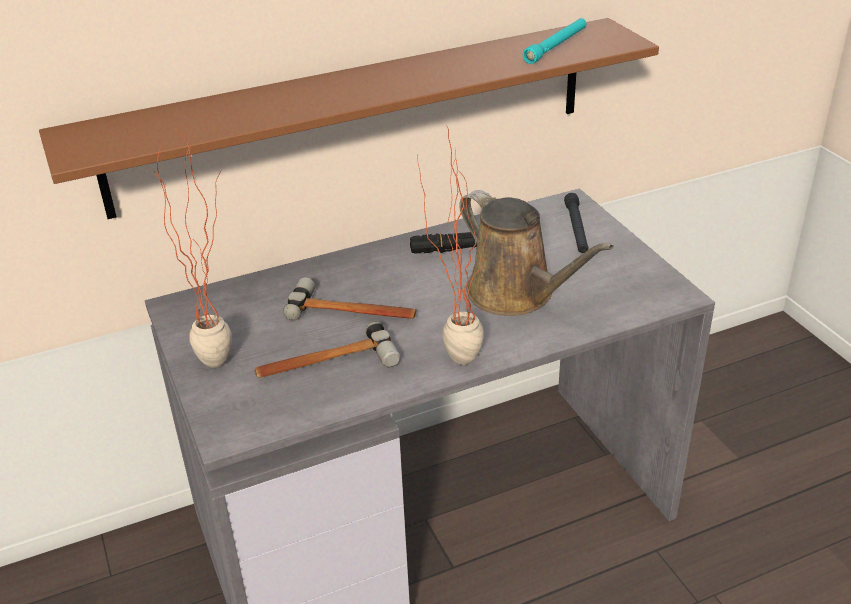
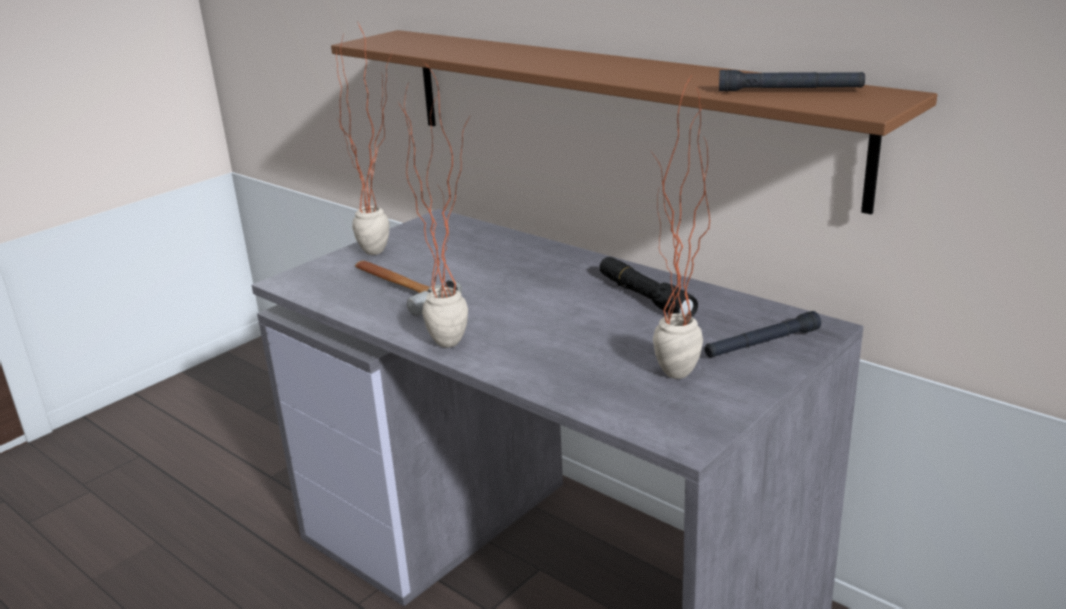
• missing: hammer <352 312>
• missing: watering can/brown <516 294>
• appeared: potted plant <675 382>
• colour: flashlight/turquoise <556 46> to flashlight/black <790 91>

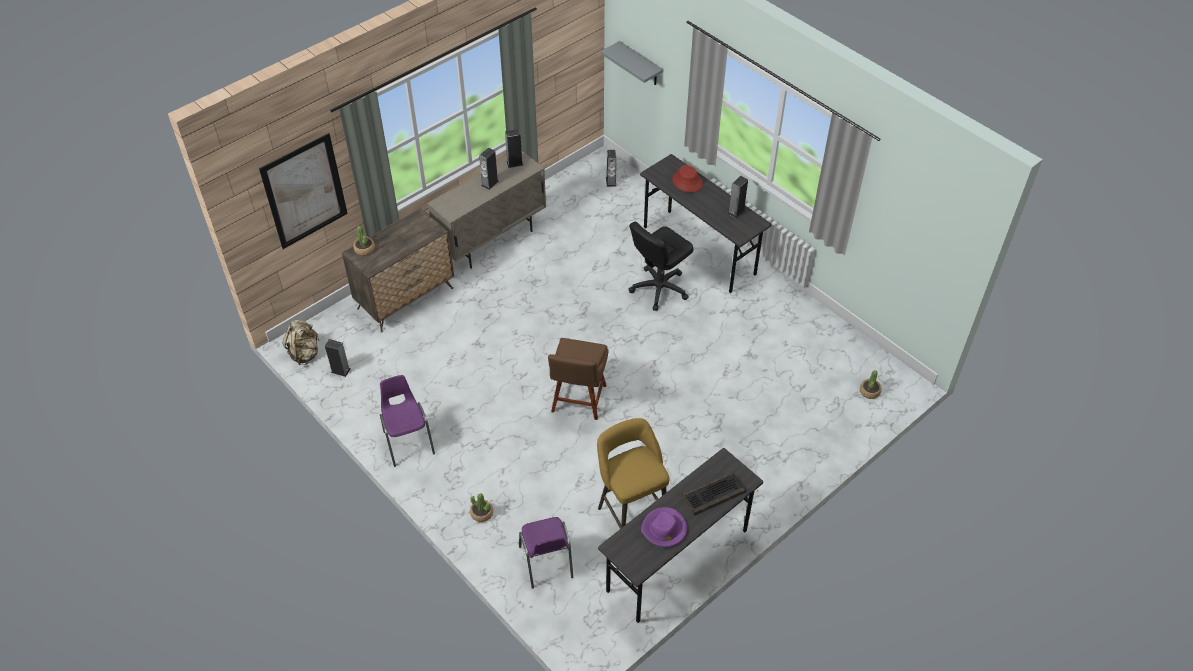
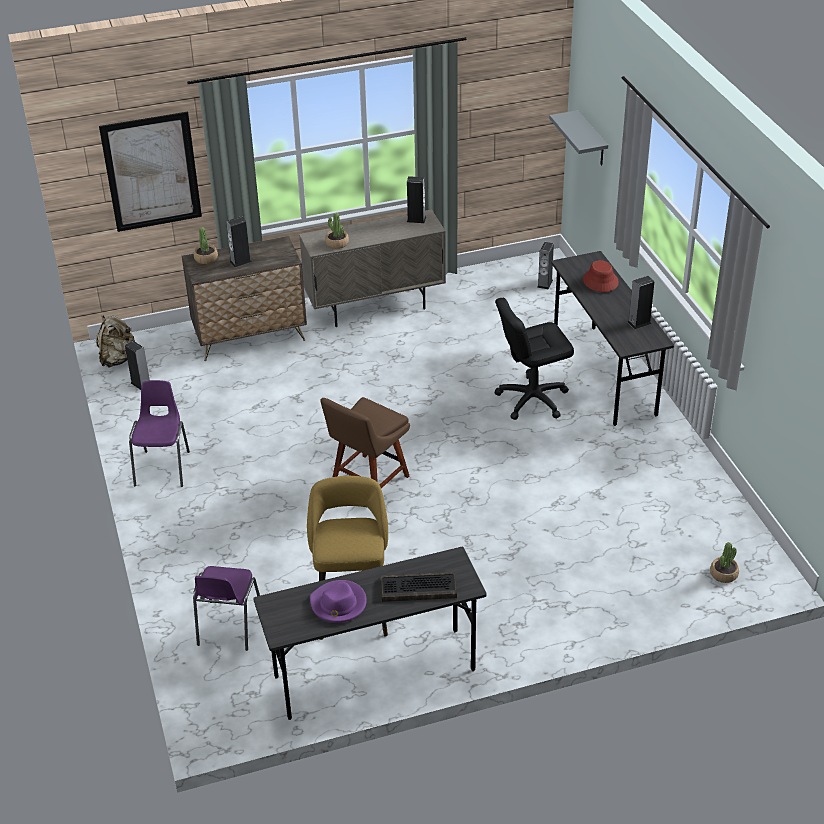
• relocated: potted plant <481 513> to <337 243>
• relocated: speaker <490 183> to <240 261>

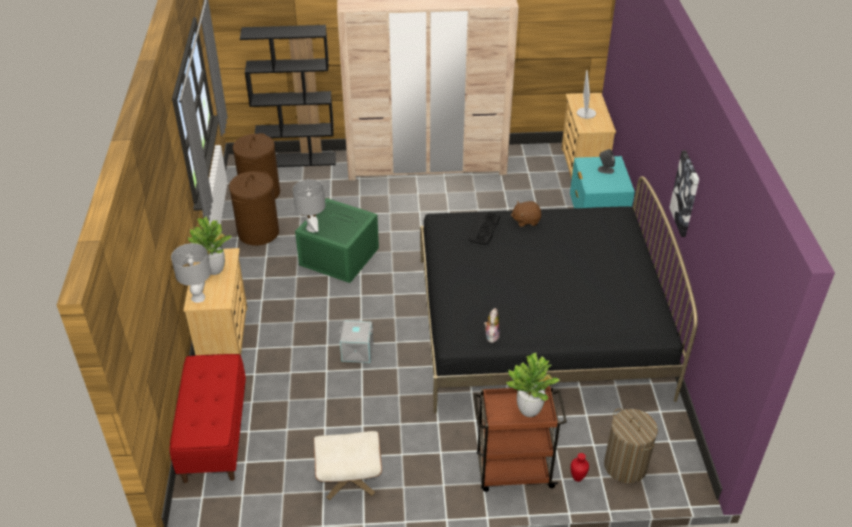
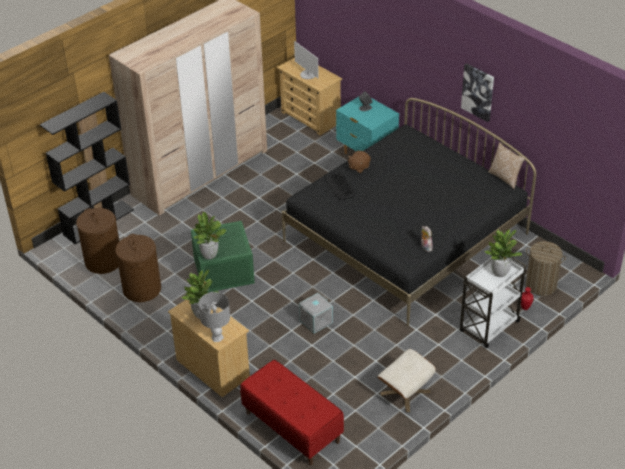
• appeared: pillow <505 178>
• exchanged: table lamp/grey <312 228> to potted plant <210 255>
• colour: cart/brown <513 471> to cart/white <488 327>

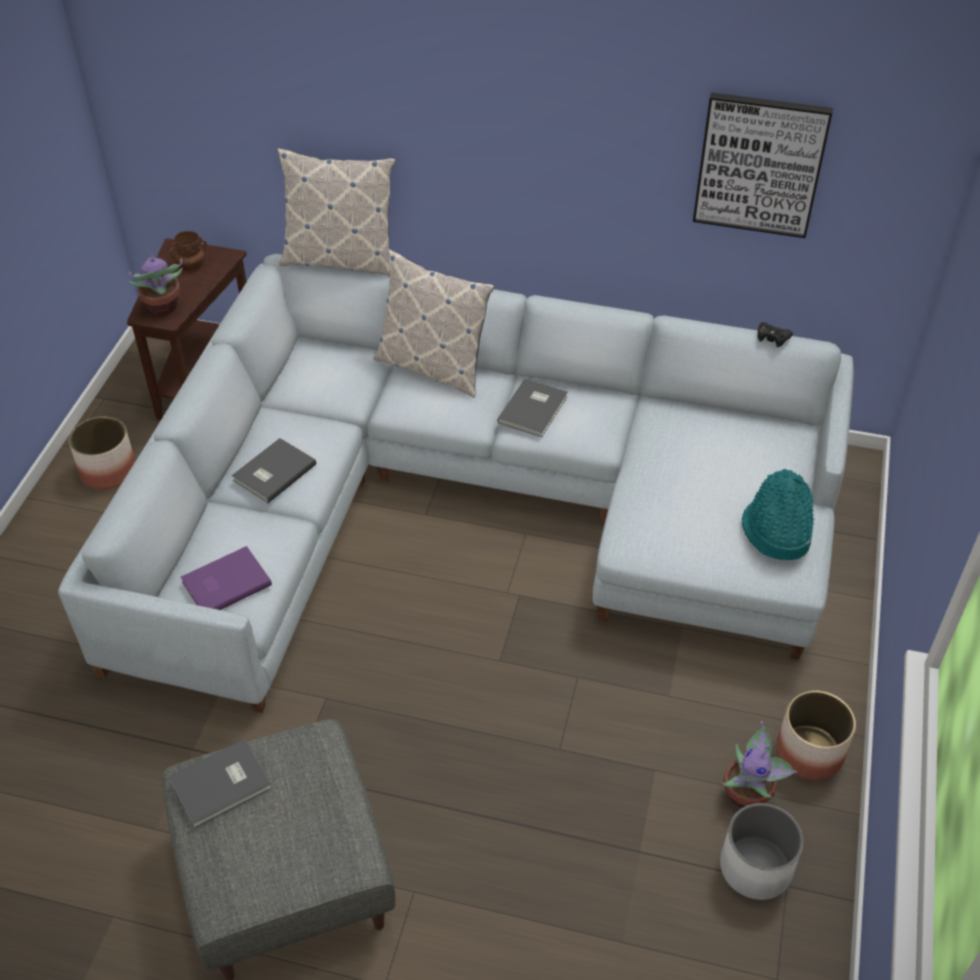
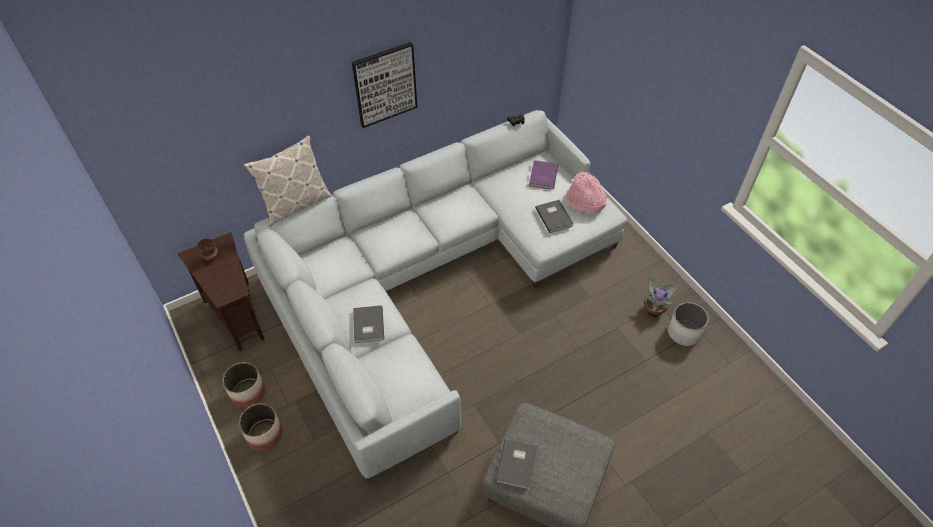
• missing: potted plant <163 307>
• missing: pillow <433 367>
• relocated: book/purple <224 582> to <542 176>
• relocated: book/grey <535 409> to <554 216>
• relocated: picture <760 164> to <385 84>
• relocated: planter <809 753> to <265 435>
• colour: hat/turquoise <776 531> to hat/pink <585 201>

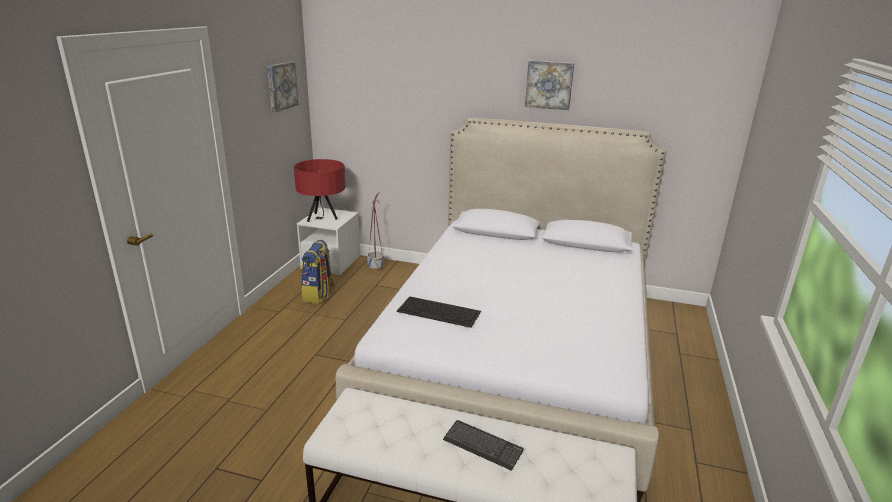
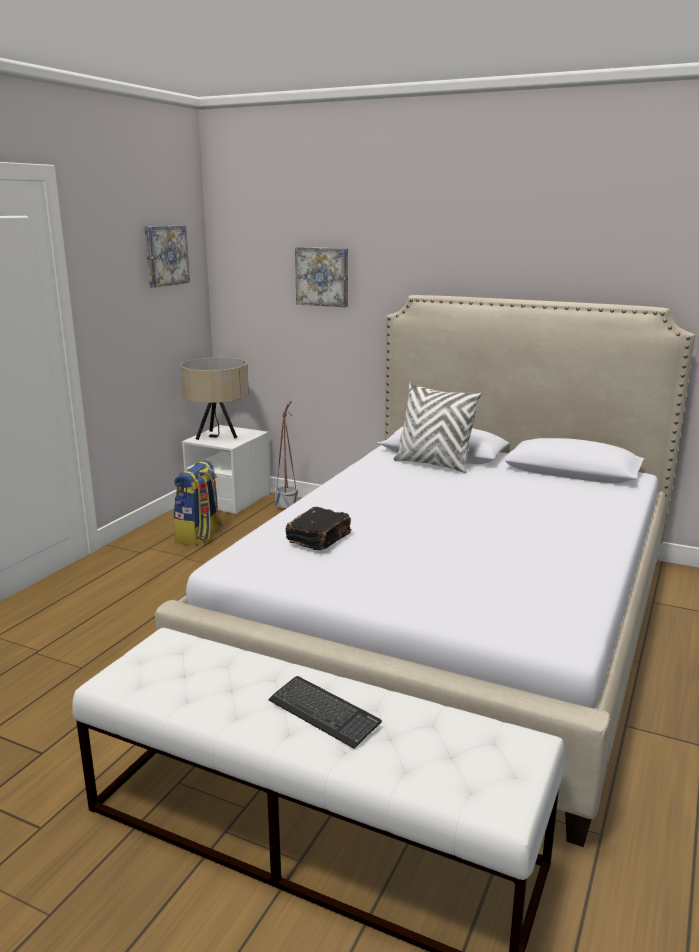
• appeared: pillow/white <433 464>
• relocated: picture <549 85> to <323 276>
• exchanged: keyboard <439 311> to book/black <319 539>
• colour: table lamp/red <322 219> to table lamp/beige <218 437>

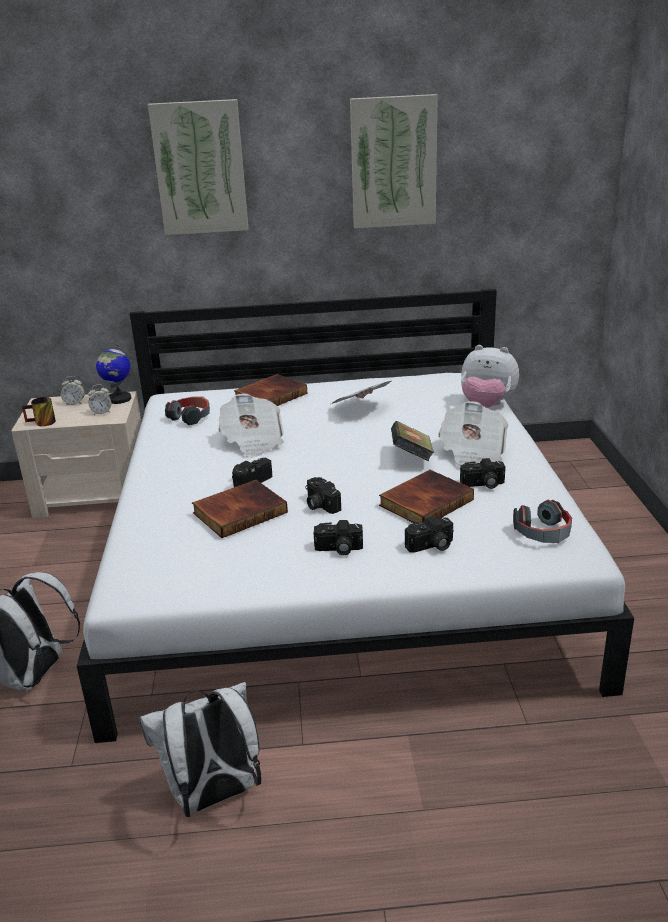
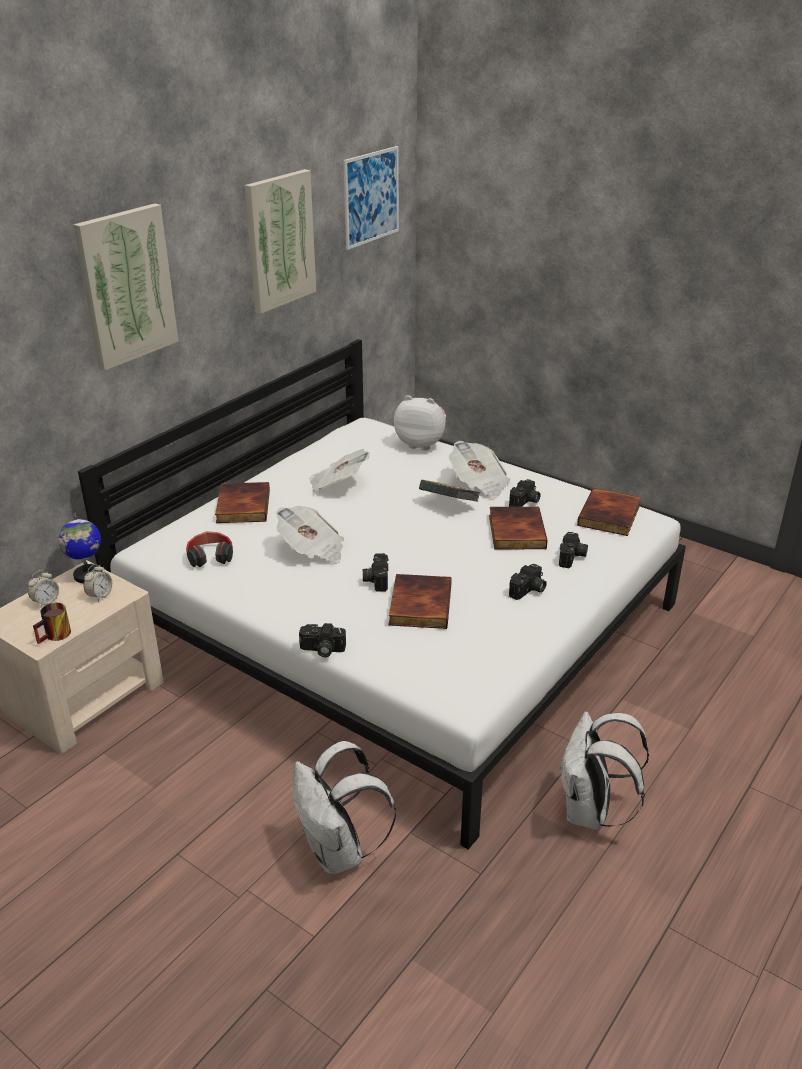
• appeared: picture <371 197>
• relocated: photo camera <319 505> to <322 650>
• exchanged: headphones <543 533> to book <610 516>
• spun: plush toy <486 406> = <421 444> 135 degrees counterclockwise

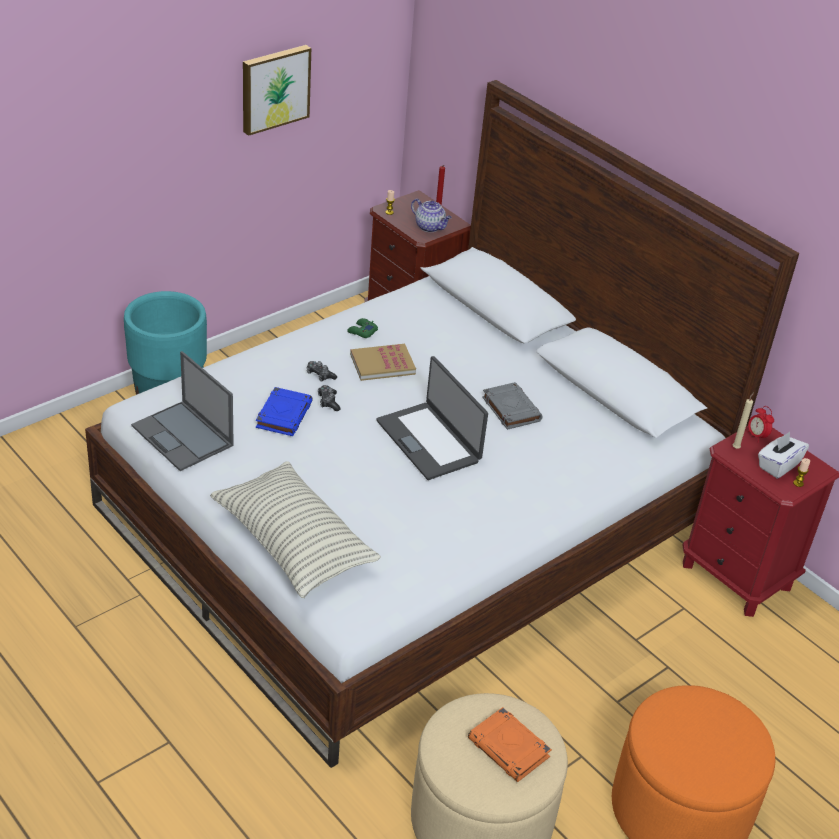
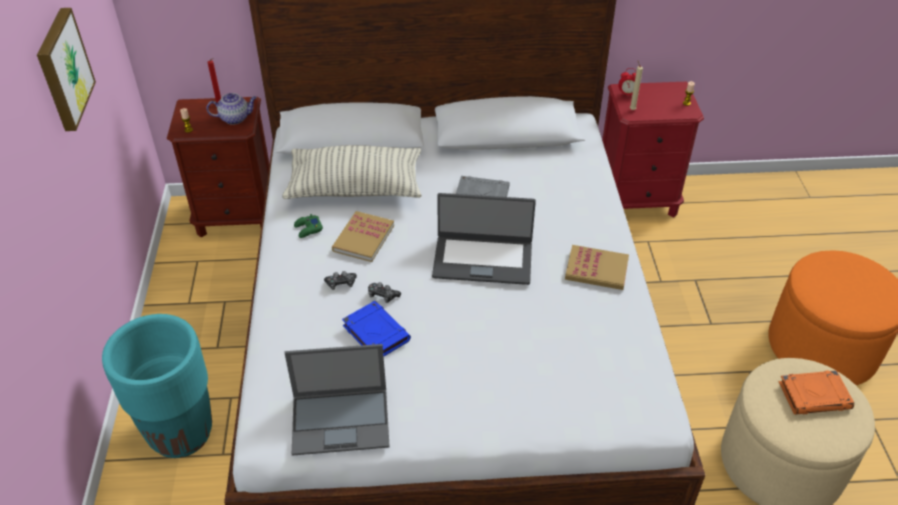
• missing: tissue box/white <778 465>
• appeared: book <596 269>
• relocated: pillow <293 544> to <355 188>

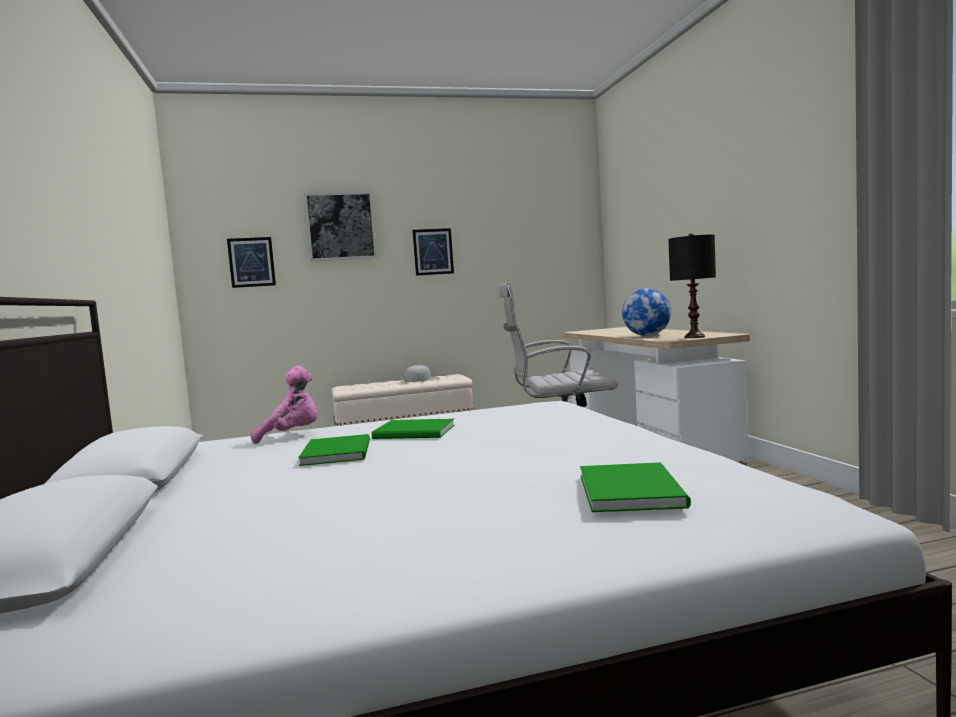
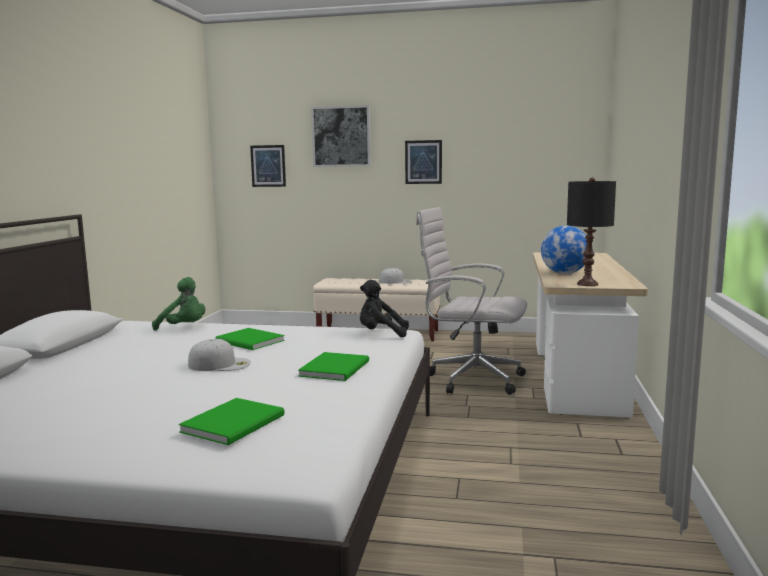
• appeared: cap/white <220 364>
• appeared: plush toy/black <381 334>
• relocated: book/green <339 452> to <337 368>
• colour: plush toy/pink <292 436> to plush toy/green <184 328>

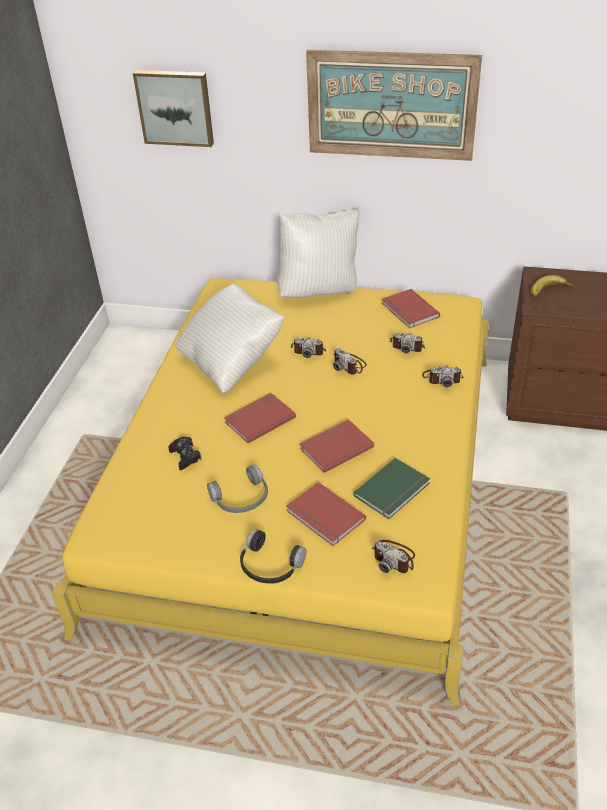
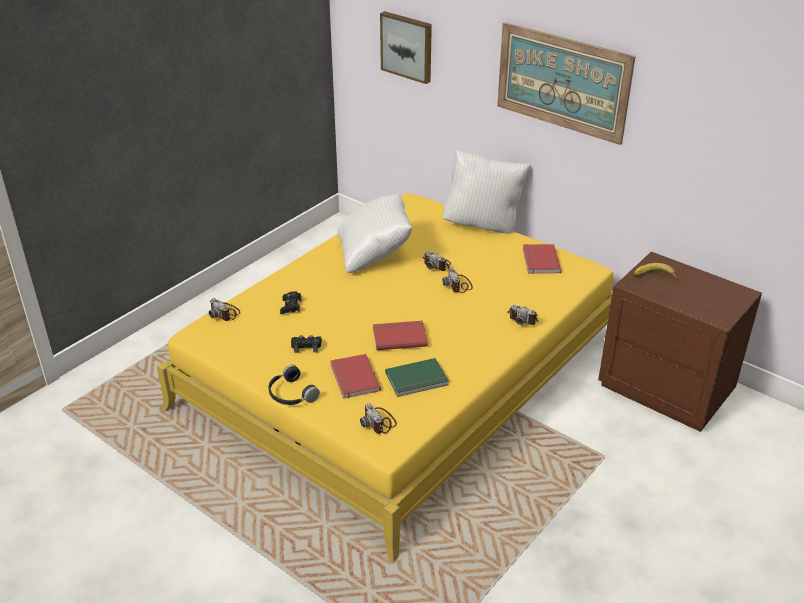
• missing: book/red <258 419>
• relocated: photo camera <407 345> to <225 313>
• exchanged: headphones/grey <242 499> to game controller/black <306 346>

